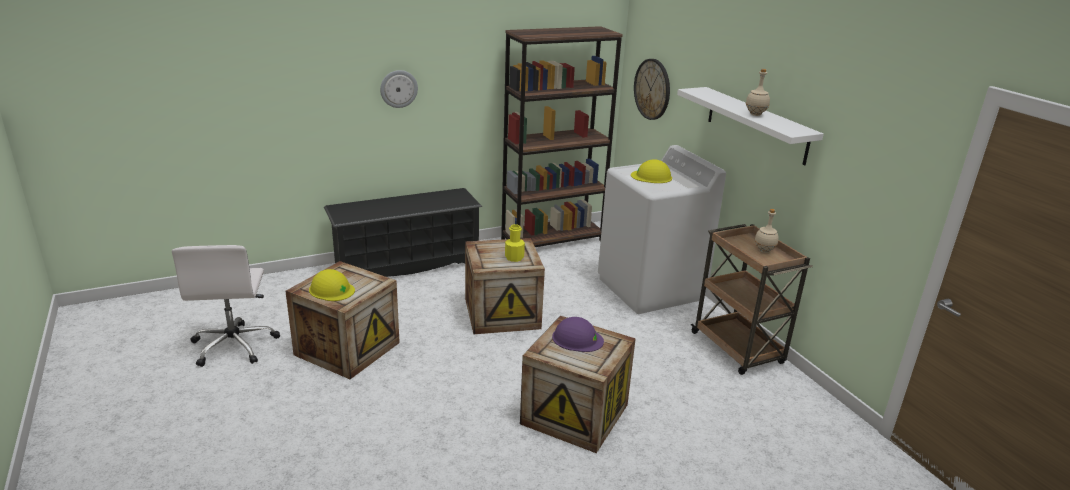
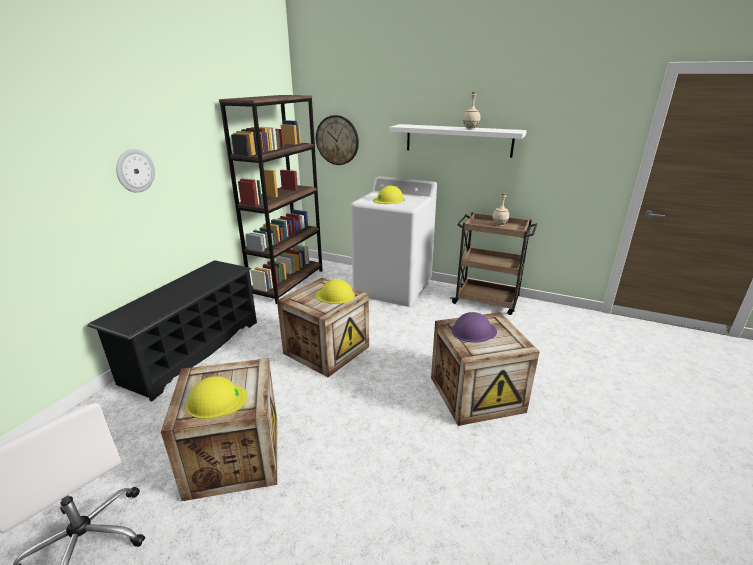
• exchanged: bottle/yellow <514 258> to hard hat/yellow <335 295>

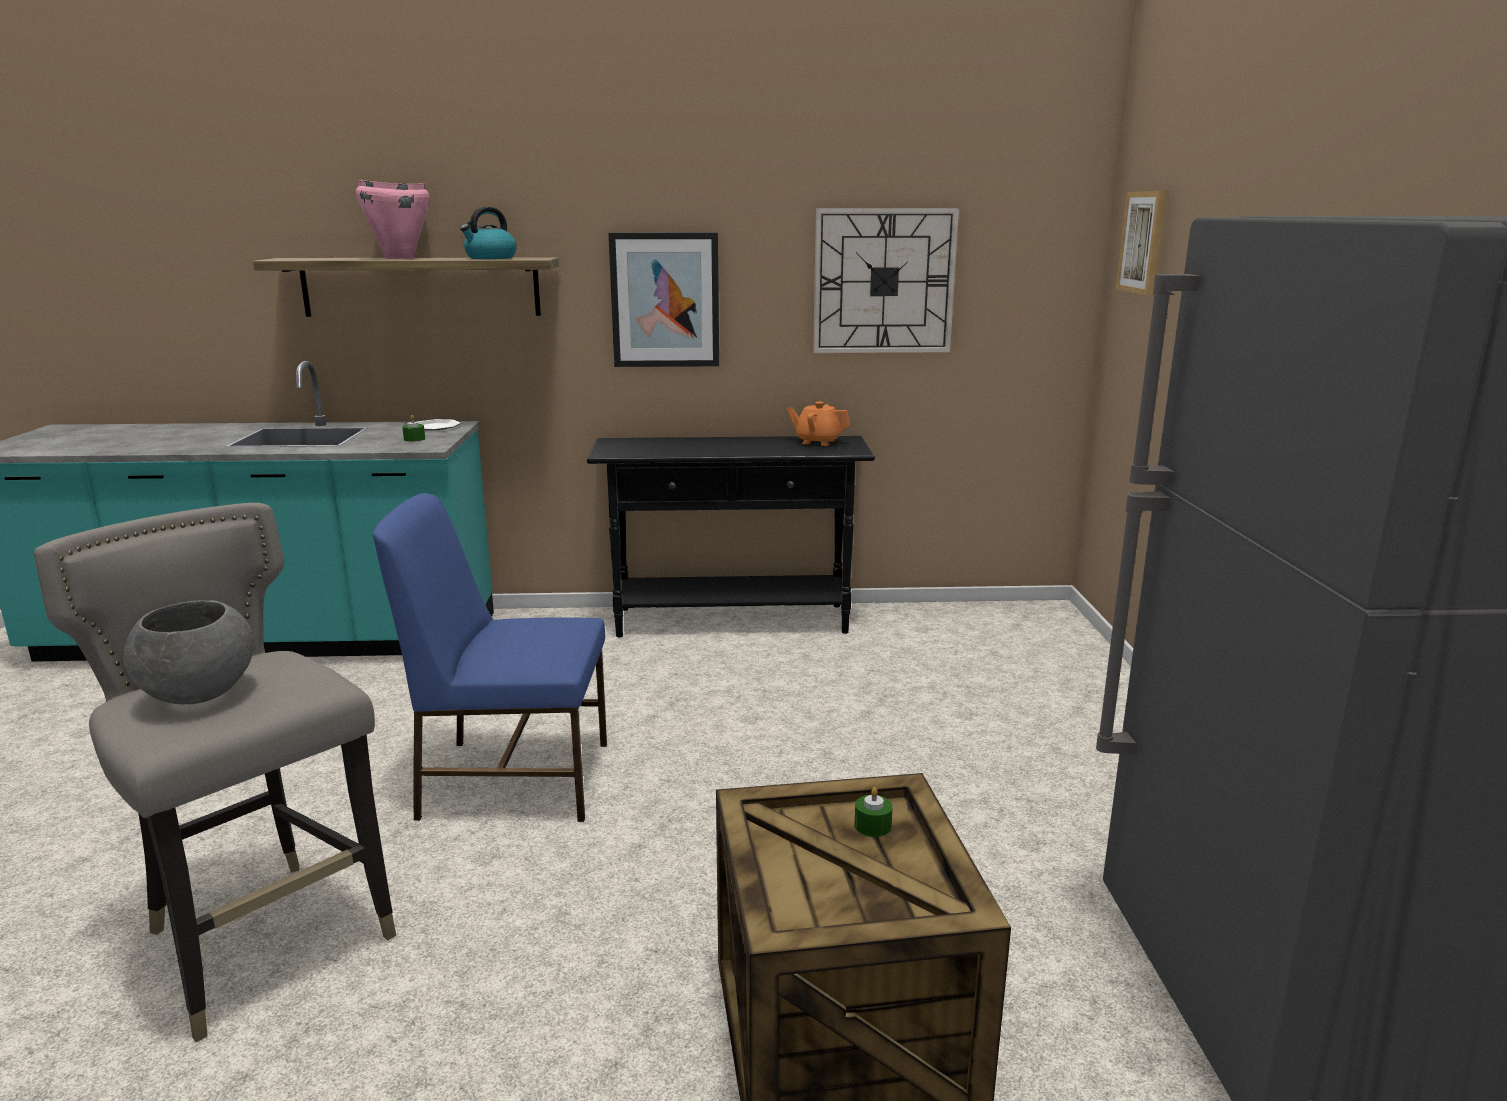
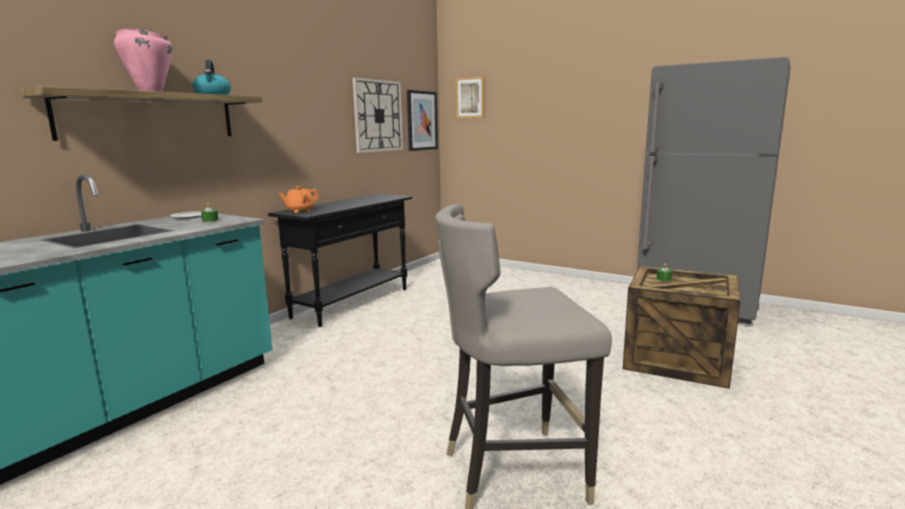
• missing: bowl/grey <199 694>
• missing: chair/blue <512 778>
• relocated: picture <665 300> to <421 120>
• relocated: teapot/orange <818 442> to <300 211>

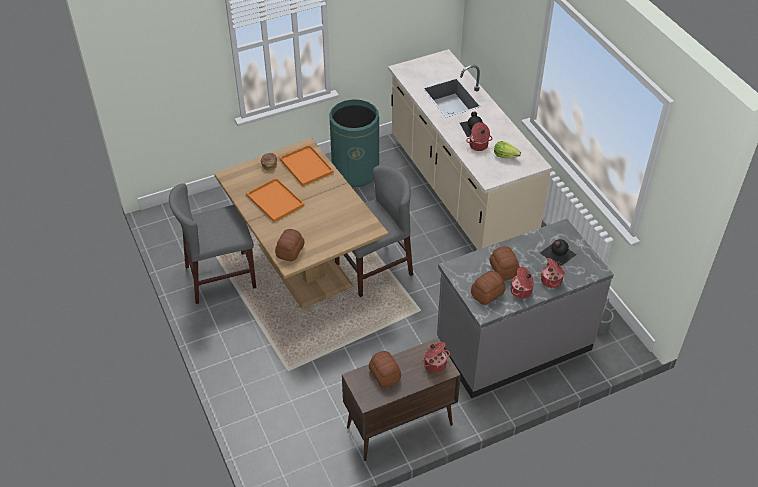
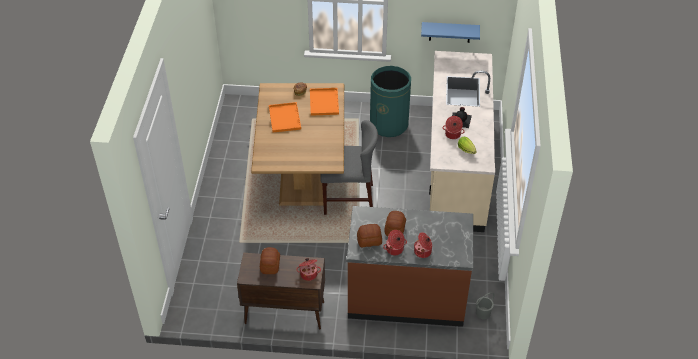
• missing: chair/grey <220 277>
• missing: bread <289 251>
• missing: bottle/black <557 253>
• appeared: shelf/blue <450 32>
• colour: counter/grey <513 345> to counter/brown <406 296>

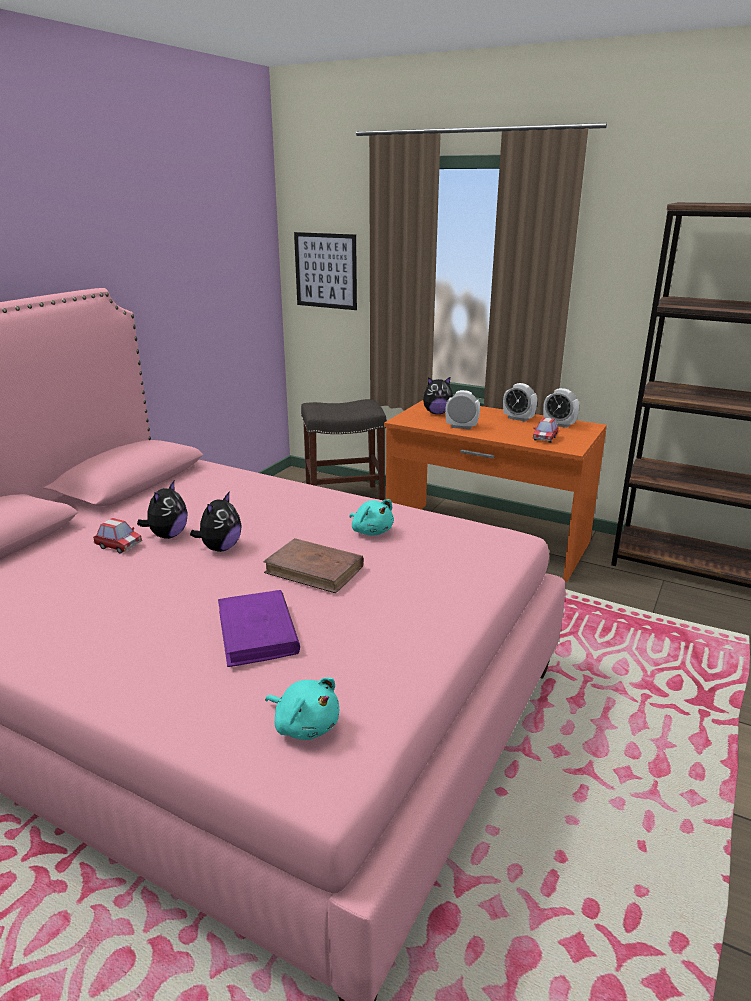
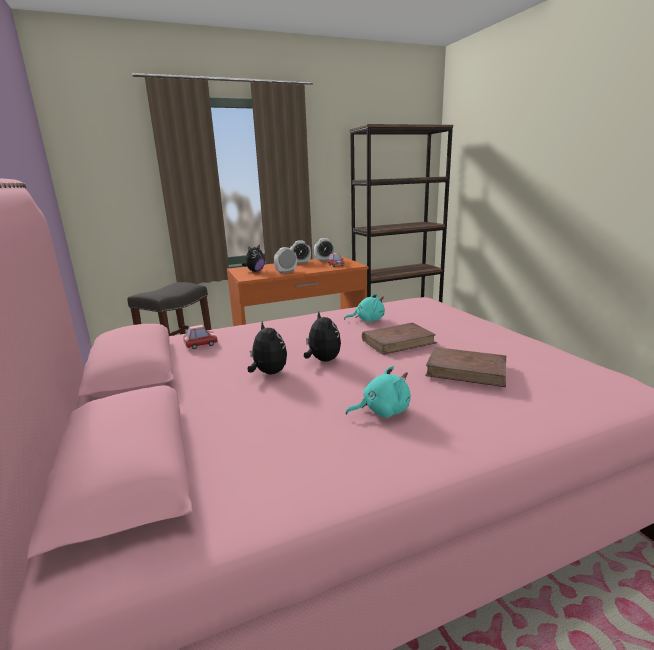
• missing: picture <326 271>
• relocated: toy car <118 546> to <201 344>
• relocated: plush toy/turquoise <305 725> to <382 411>
• colour: book/purple <257 632> to book/brown <466 370>

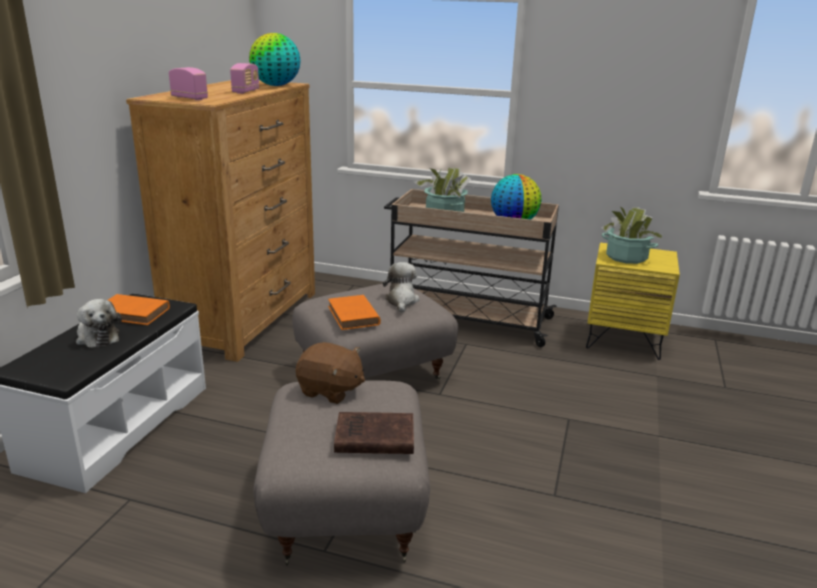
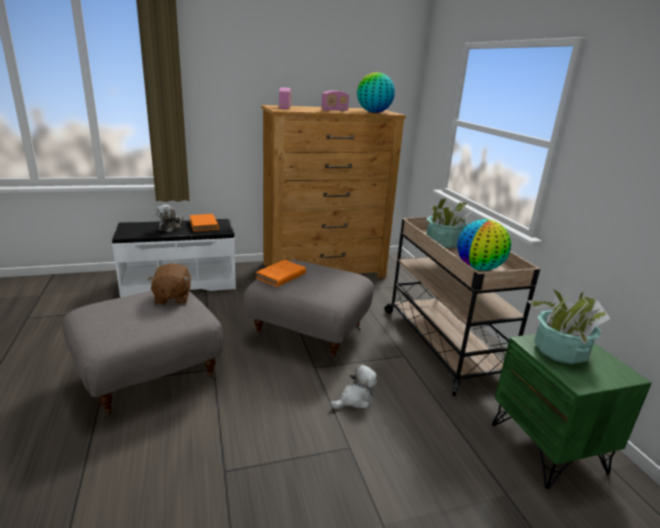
• missing: book/brown <372 438>
• relocated: plush toy <401 301> to <355 399>
• colour: nightstand/yellow <623 340> to nightstand/green <548 448>

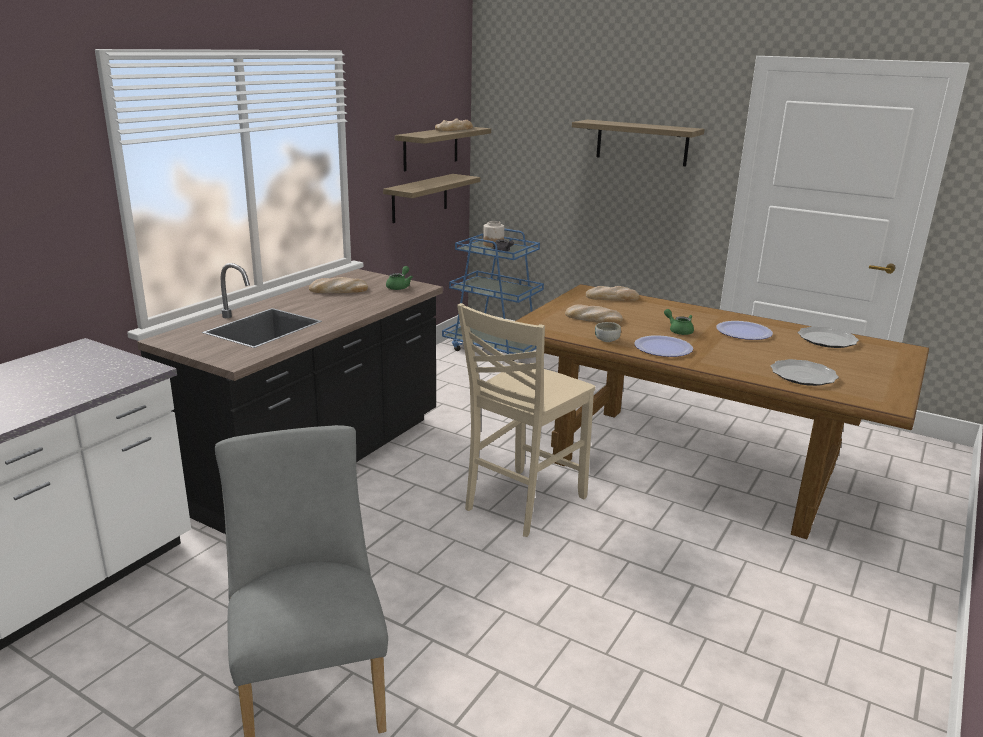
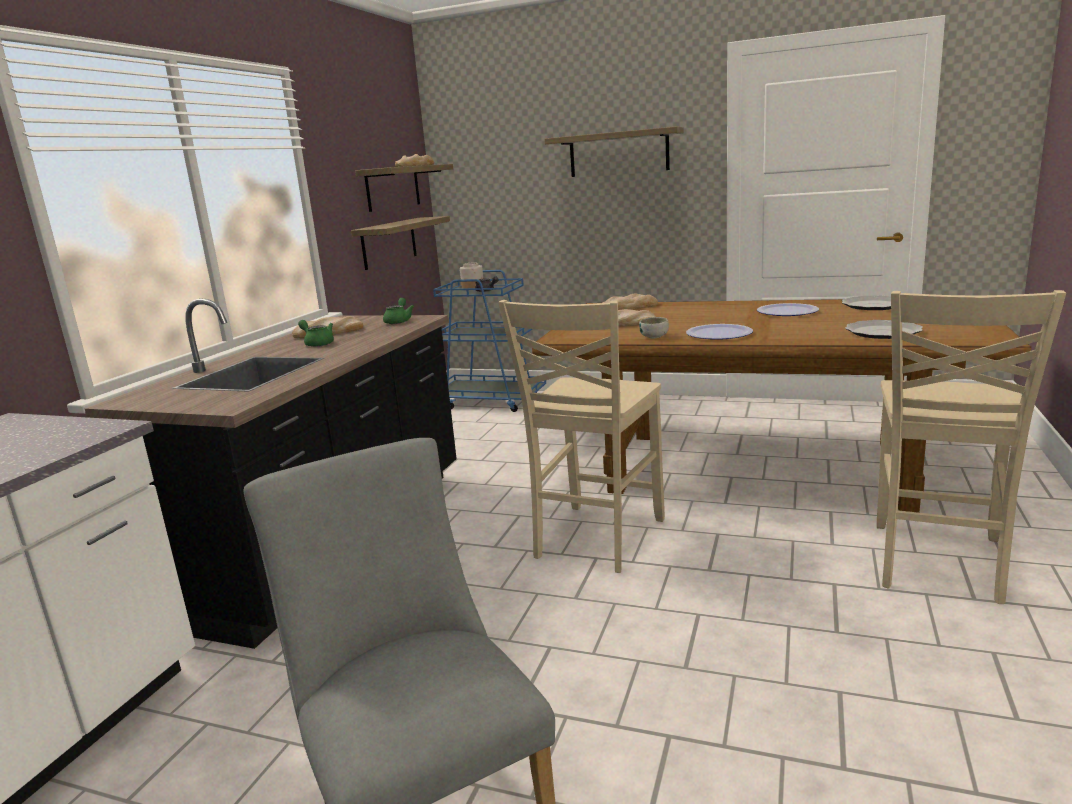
• appeared: chair/beige <936 563>
• relocated: teapot/green <678 331> to <317 343>

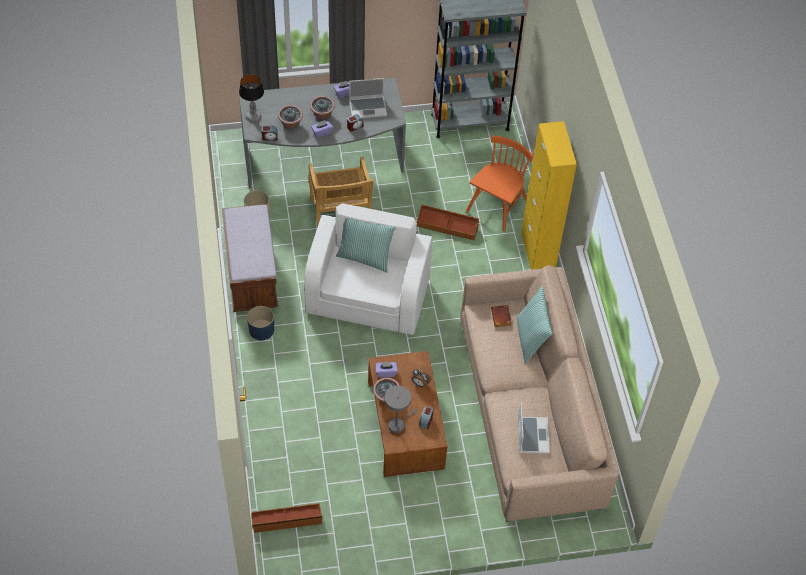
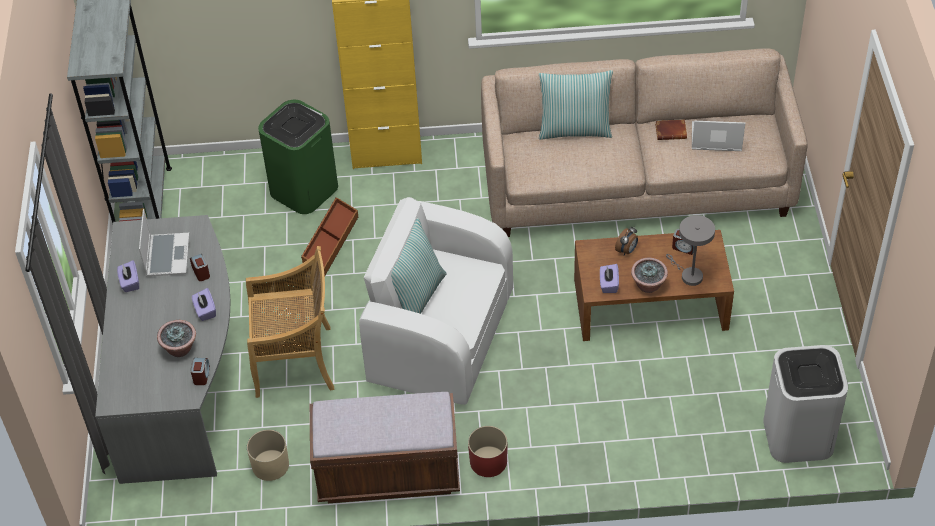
• missing: table lamp <253 116>
• missing: potted plant <322 115>
• relocated: book/brown <502 318> to <671 131>
• exchanged: storage box/brown <286 520> to trash can/white <798 436>
• exchanged: chair/orange <497 206> to trash can/green <304 189>
• colour: planter/blue <261 329> to planter/red <488 461>

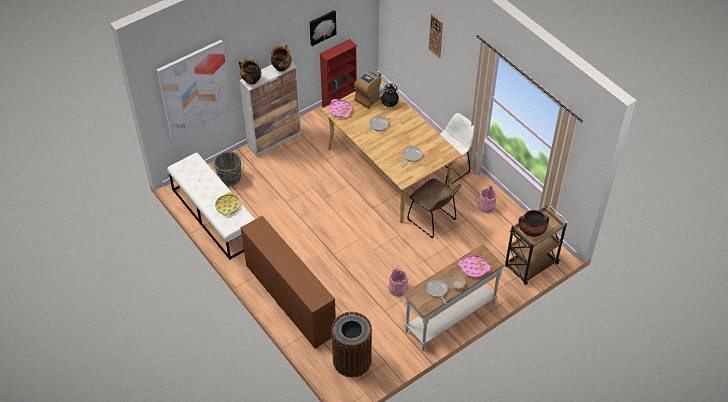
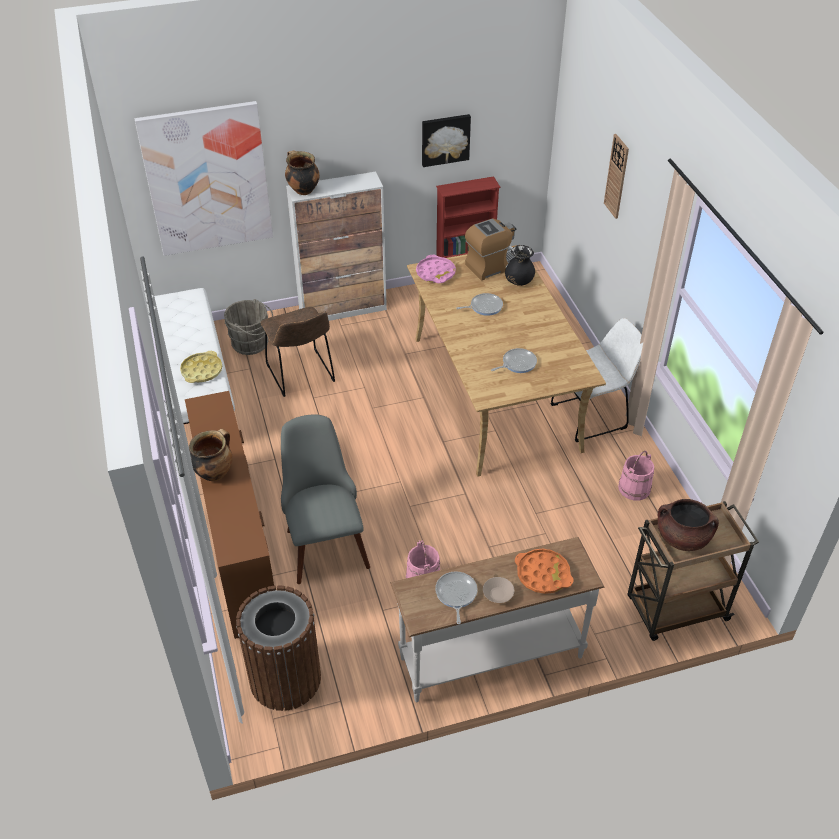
• appeared: chair/grey <324 539>
• relocated: cooking pot <281 67> to <214 472>
• relocated: chair/brown <433 221> to <301 375>
• colour: tray/pink <474 268> to tray/orange <543 574>

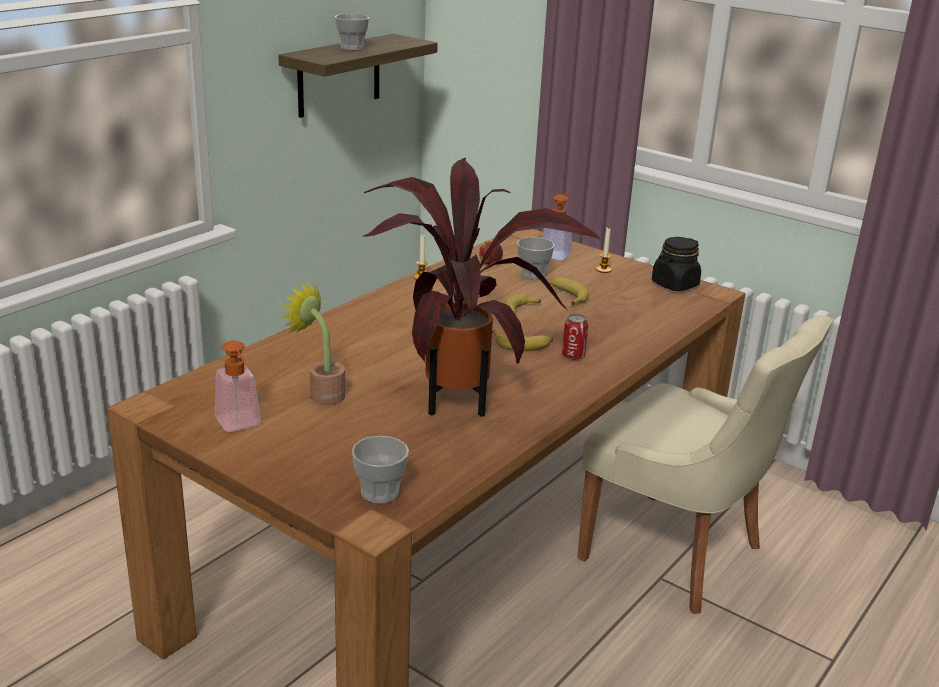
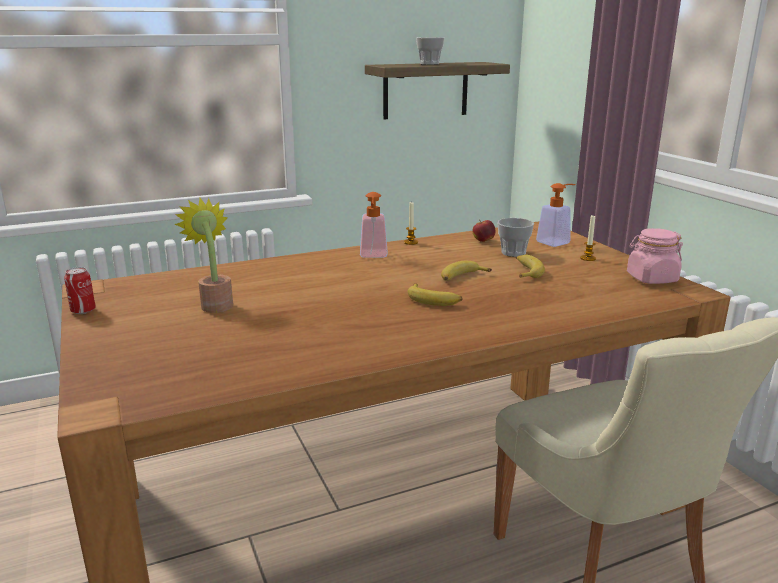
• missing: cup <380 492>
• missing: potted plant <460 398>
• relocated: soap dispenser <240 425> to <373 256>
• relocated: can <573 356> to <83 310>
• colour: jar/black <674 284> to jar/pink <651 278>

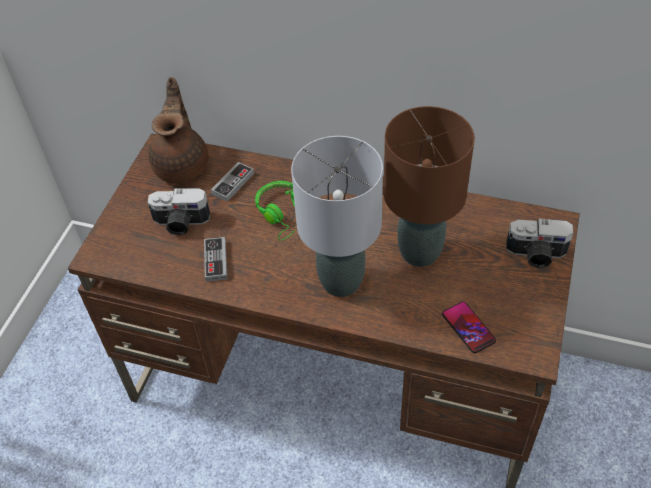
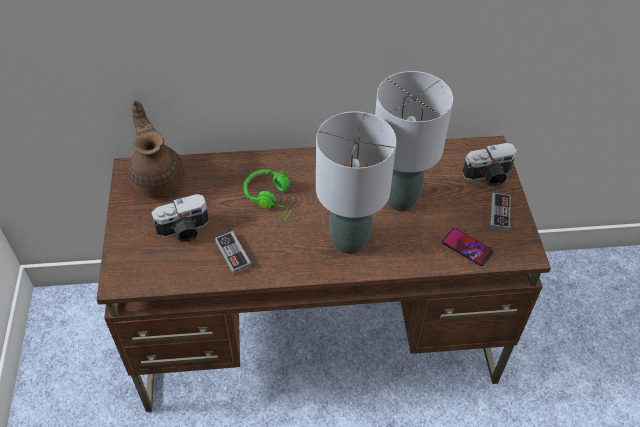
• relocated: game controller <233 183> to <499 213>
• colour: table lamp/brown <419 252> to table lamp/grey <399 199>

